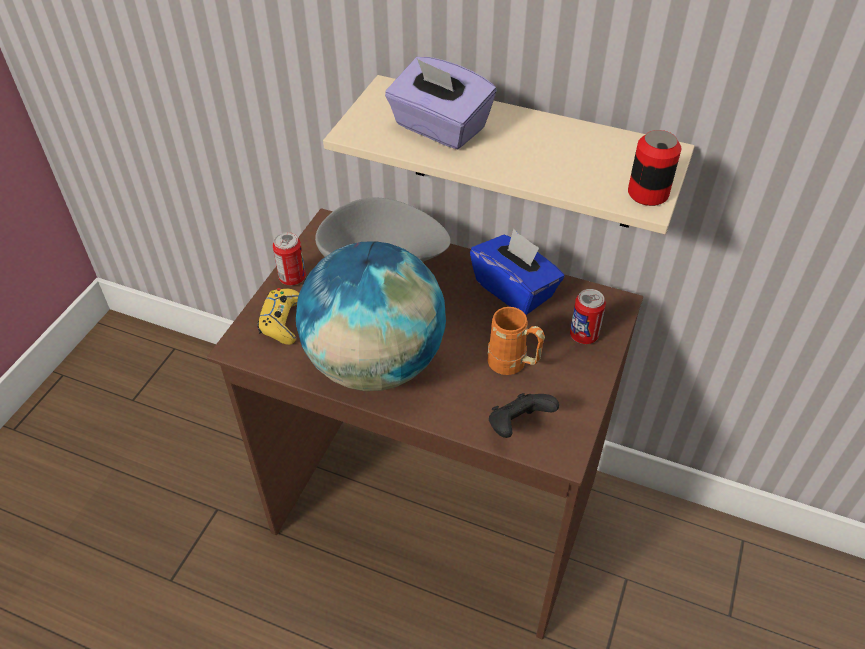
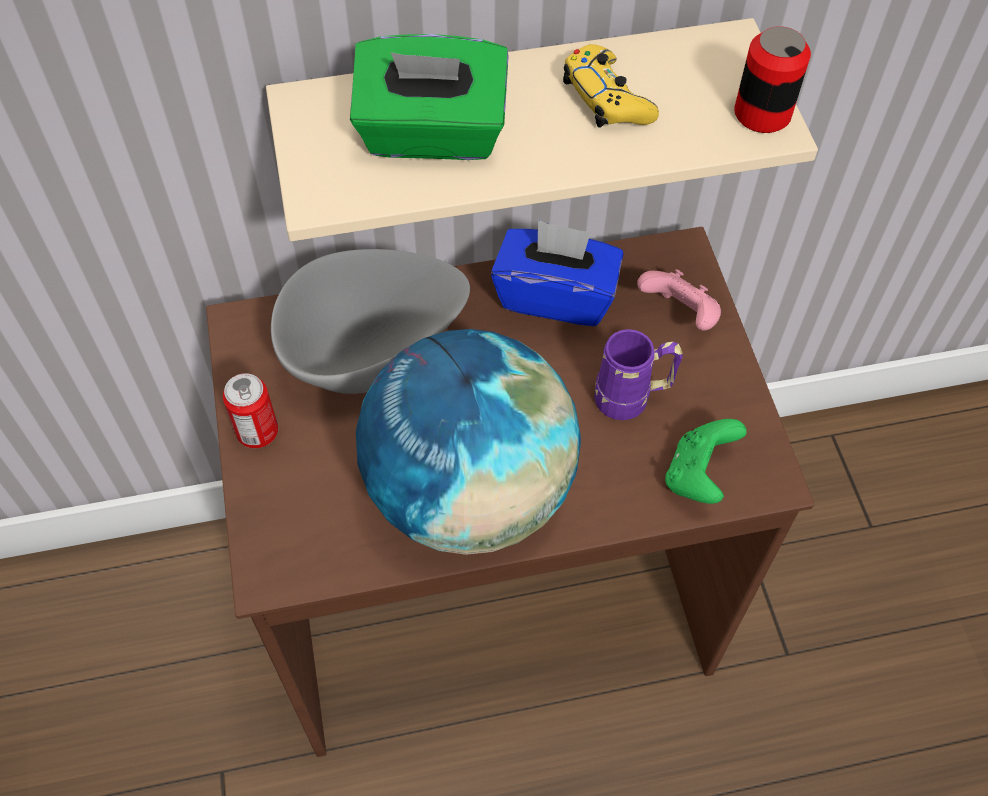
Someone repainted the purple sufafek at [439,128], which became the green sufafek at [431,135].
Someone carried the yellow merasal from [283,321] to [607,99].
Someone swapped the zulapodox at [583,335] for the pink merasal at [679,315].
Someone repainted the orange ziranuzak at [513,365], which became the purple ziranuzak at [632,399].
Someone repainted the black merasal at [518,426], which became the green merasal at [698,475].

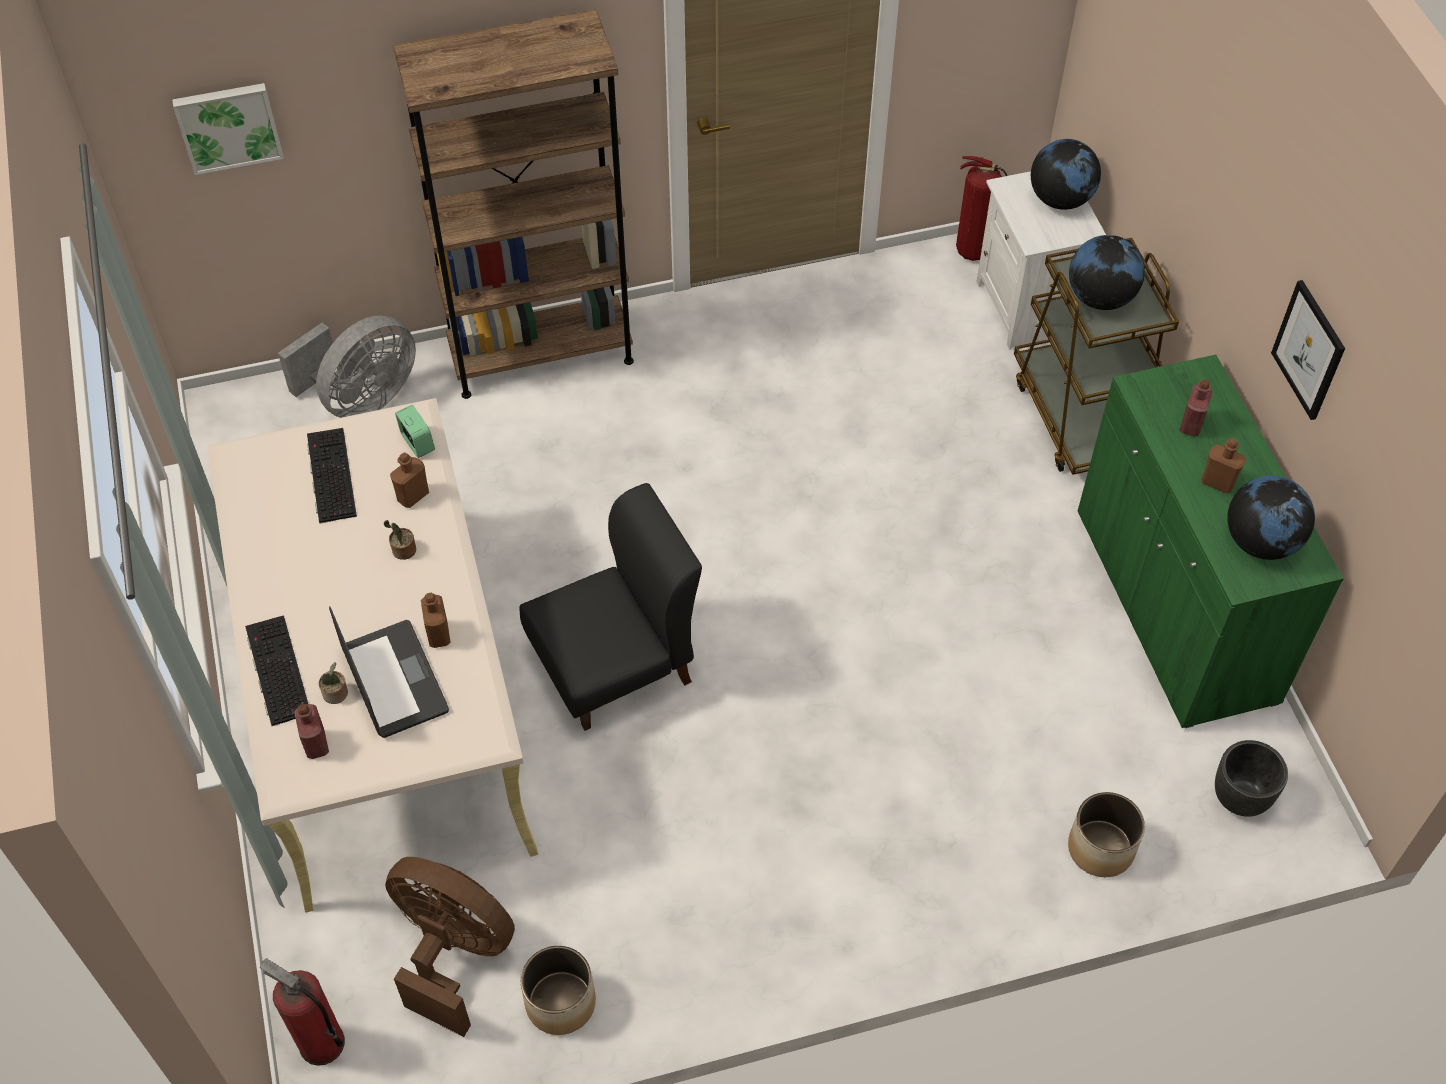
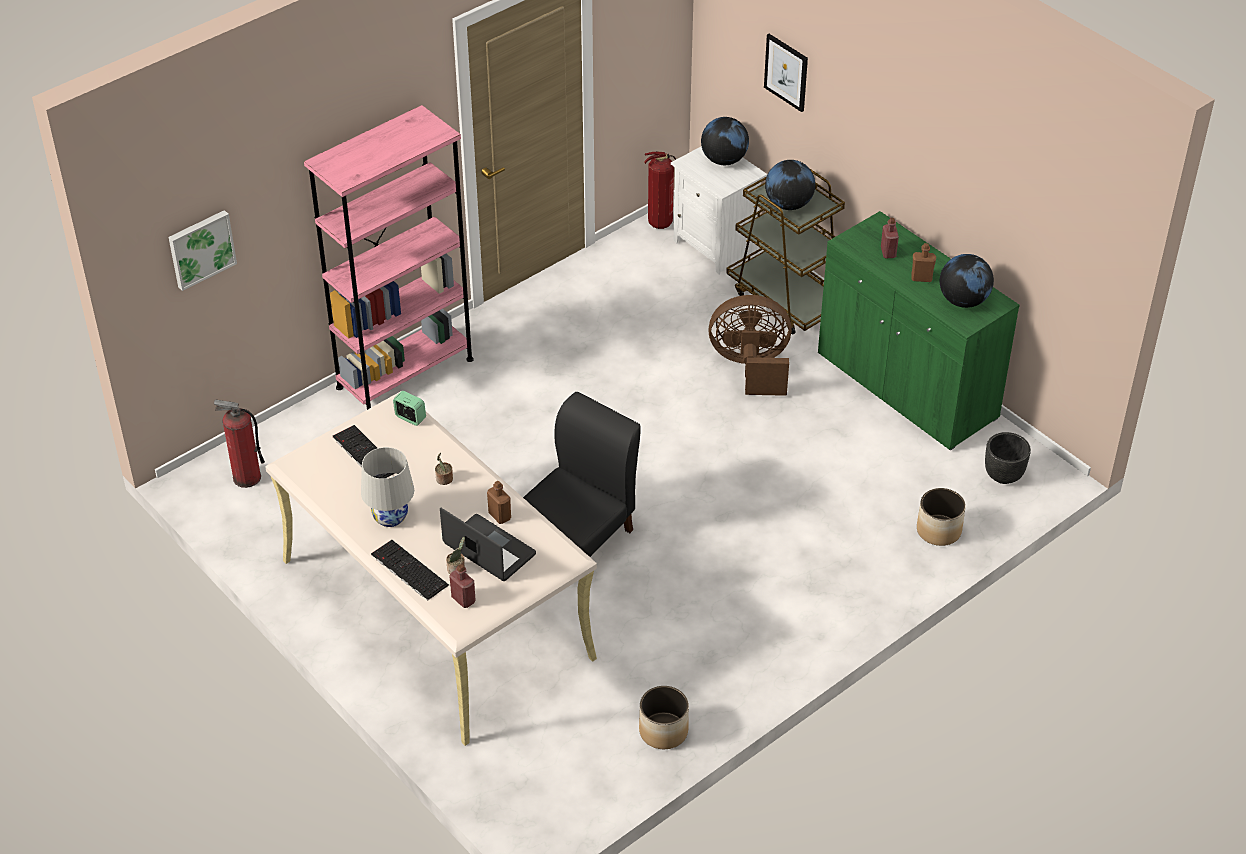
Someone repainted the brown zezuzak at [541,352], which became the pink zezuzak at [405,373].
Someone carried the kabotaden from [1309,350] to [786,72].
Someone took away the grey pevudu at [362,399].
Someone took away the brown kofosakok at [413,496].
Someone carried the brown pevudu from [452,953] to [751,367].
Someone carried the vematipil from [321,1043] to [246,477].
Someone put down the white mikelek at [390,517].

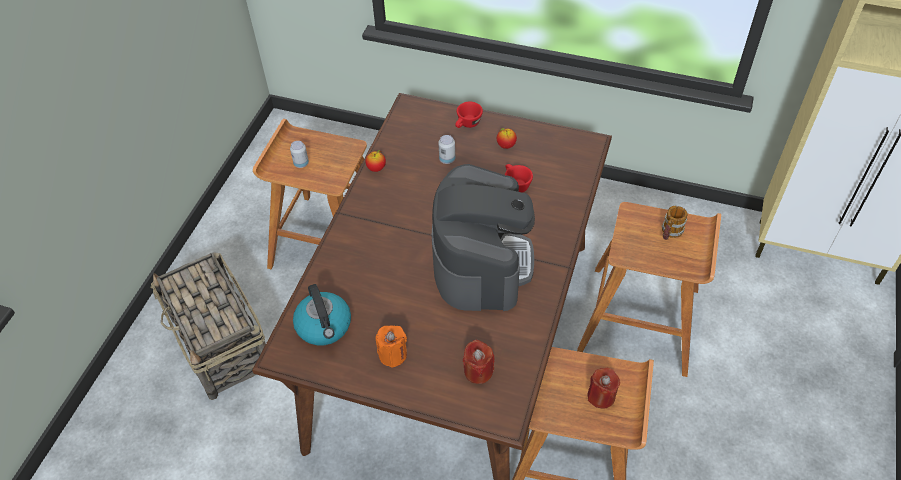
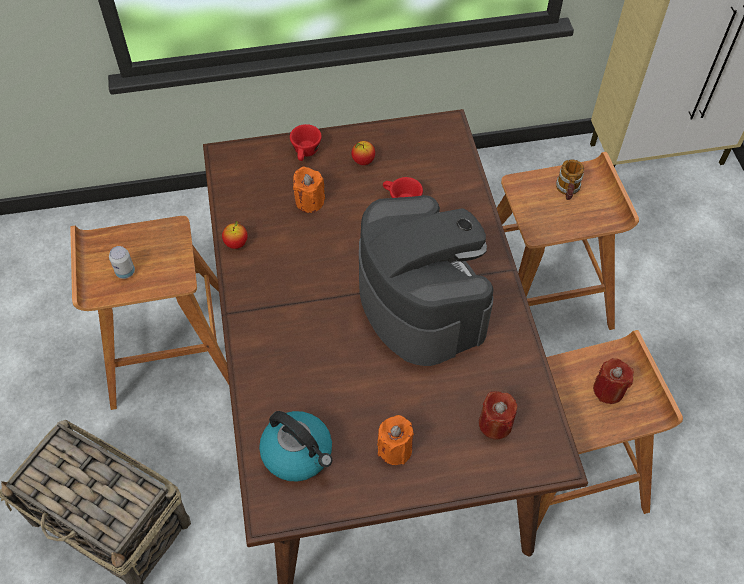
Someone swapped the zulapodox at [447,159] for the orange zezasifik at [309,201].

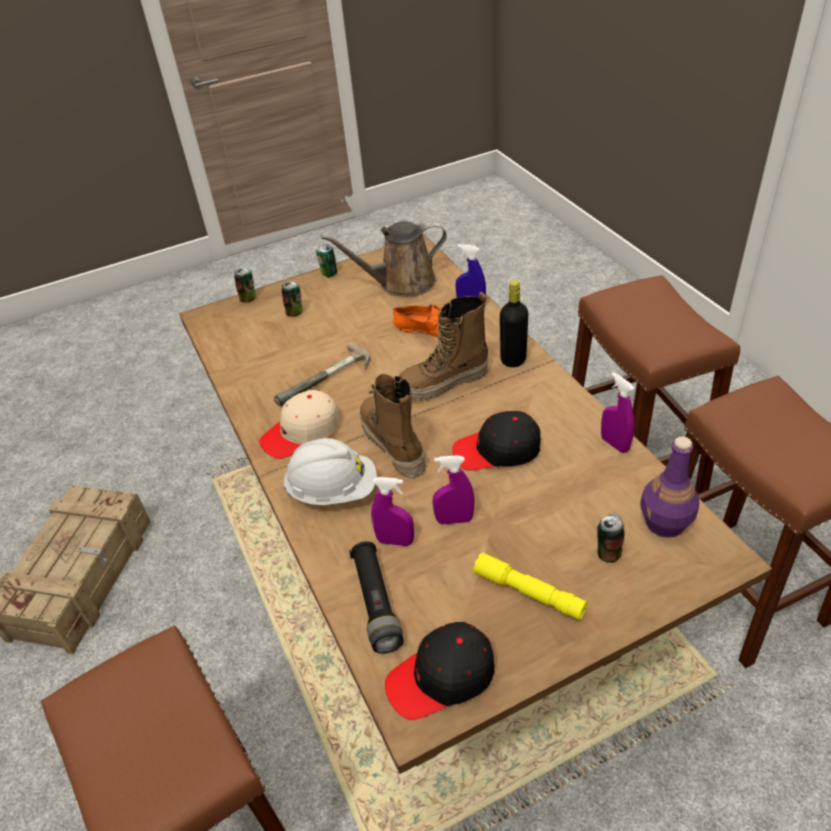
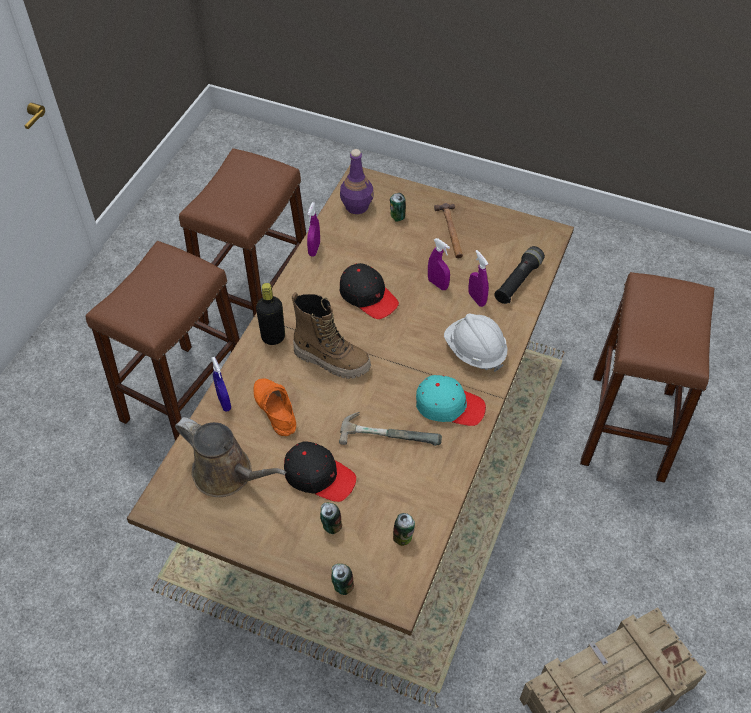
Someone carried the zulapodox from [329,274] to [403,537].
Someone took away the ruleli at [392,445].
Someone repainted the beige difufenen at [301,432], which became the turquoise difufenen at [449,405].
Someone swapped the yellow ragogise at [529,592] for the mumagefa at [450,232].
Someone carried the black difufenen from [441,677] to [319,476].

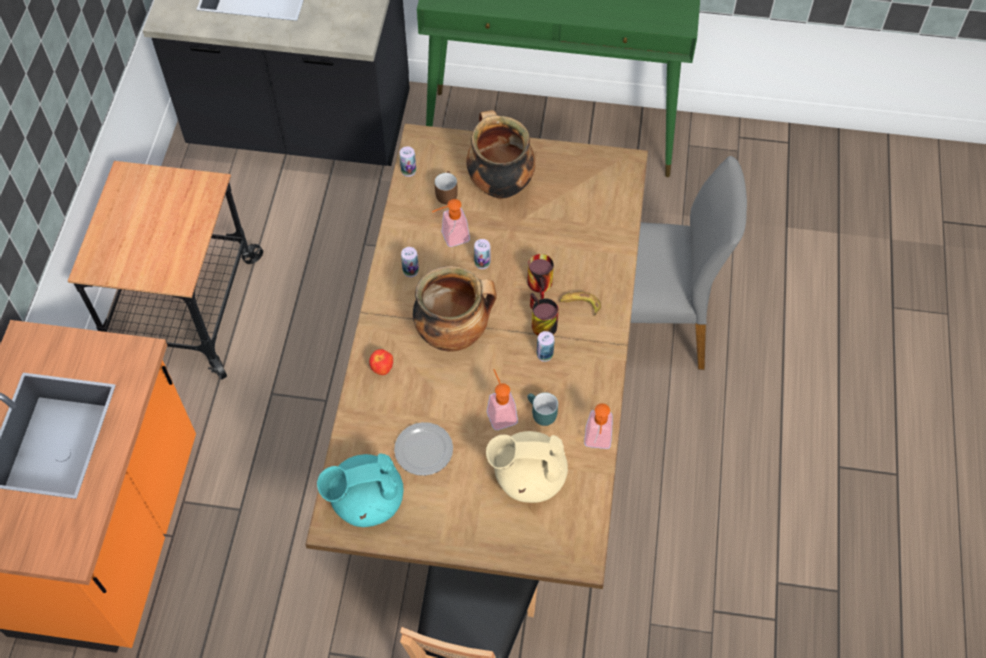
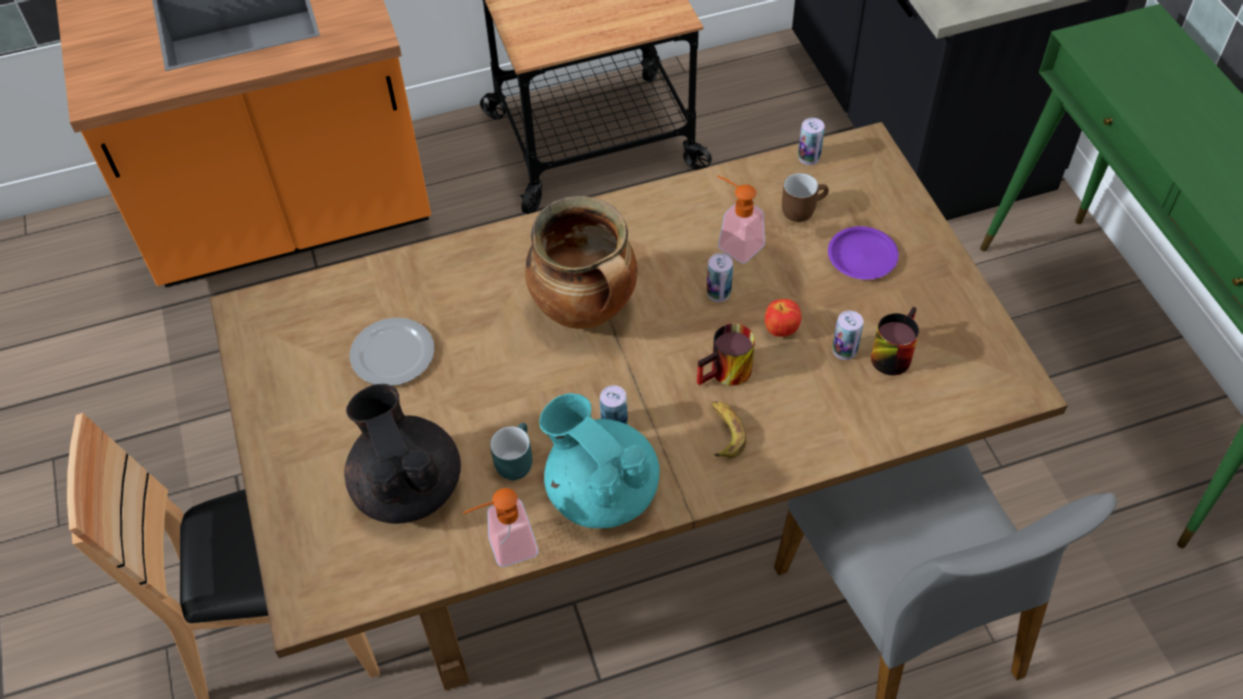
Someone swapped the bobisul at [499,184] for the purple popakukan at [862,256].
Someone carried the zulapodox from [410,271] to [844,350].
Someone carried the ziranuzak from [539,323] to [890,352].
Someone carried the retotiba from [382,369] to [781,331].
Someone took away the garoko at [500,412].
Someone repainted the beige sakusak at [528,477], which became the black sakusak at [407,486].
Someone carried the turquoise sakusak from [366,501] to [601,491].

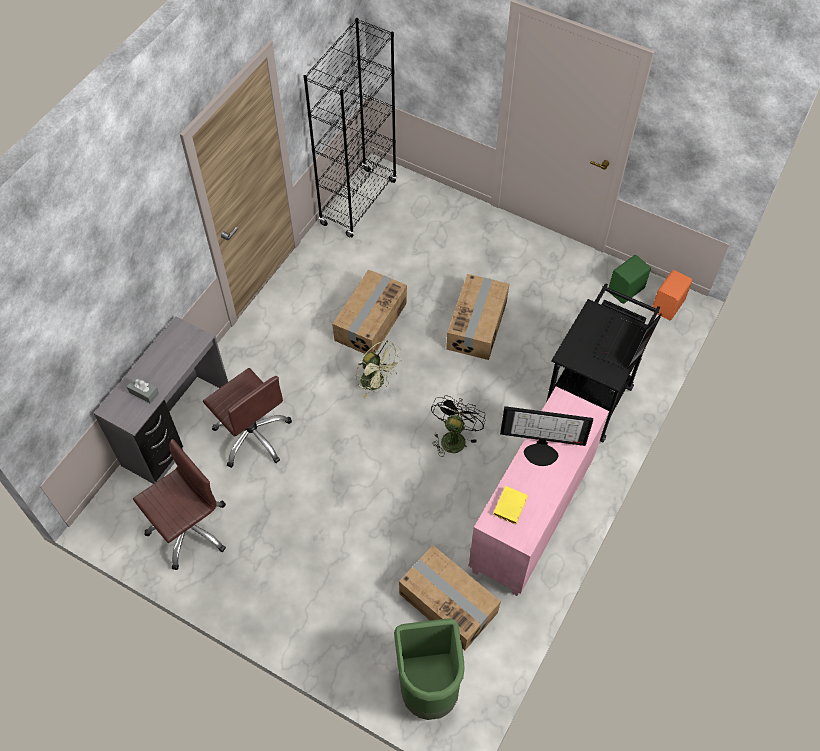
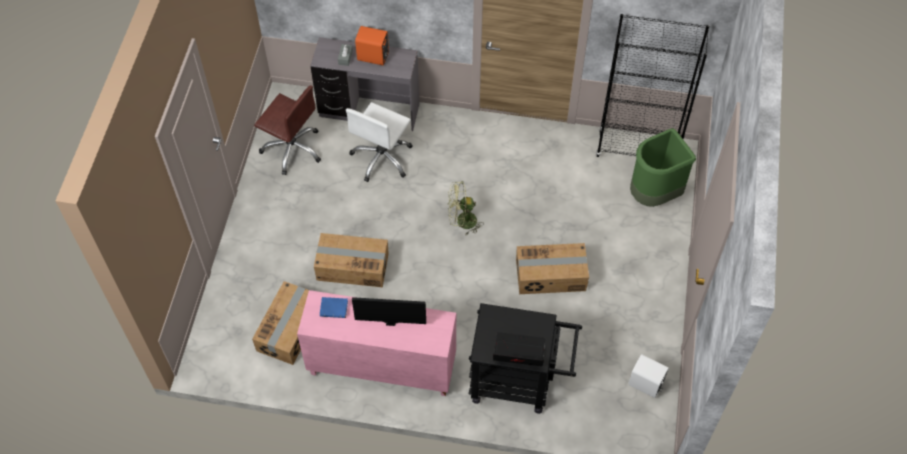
Someone repainted the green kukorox at [627,290], which became the white kukorox at [645,384].
Someone carried the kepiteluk from [370,321] to [352,266].
Someone carried the orange kukorox from [668,306] to [373,57].
Someone rotated the green pevudu at [377,383] by 60 degrees clockwise.
Someone repainted the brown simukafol at [253,435], which became the white simukafol at [382,158].
Someone took away the black pevudu at [454,437].
Someone rotated the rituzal at [541,451] by 105 degrees clockwise.
Someone repainted the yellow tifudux at [509,505], which became the blue tifudux at [335,308].
Someone carried the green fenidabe from [429,686] to [654,195].

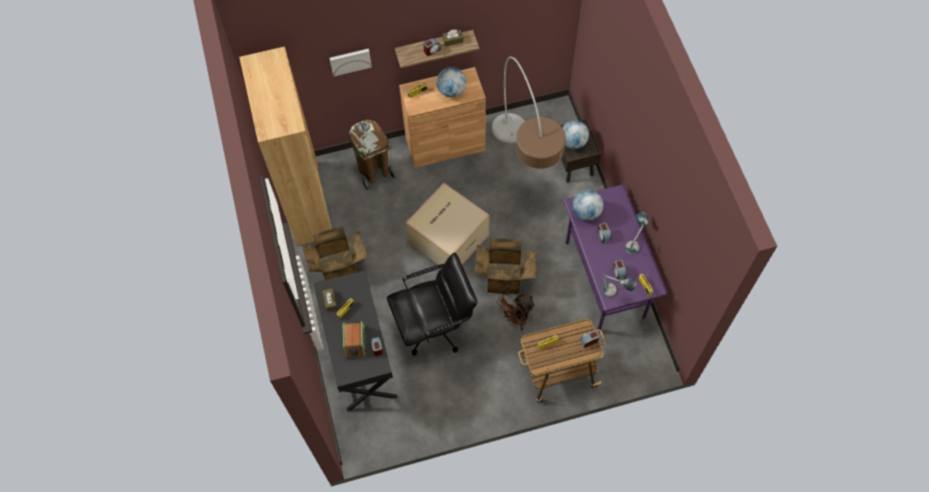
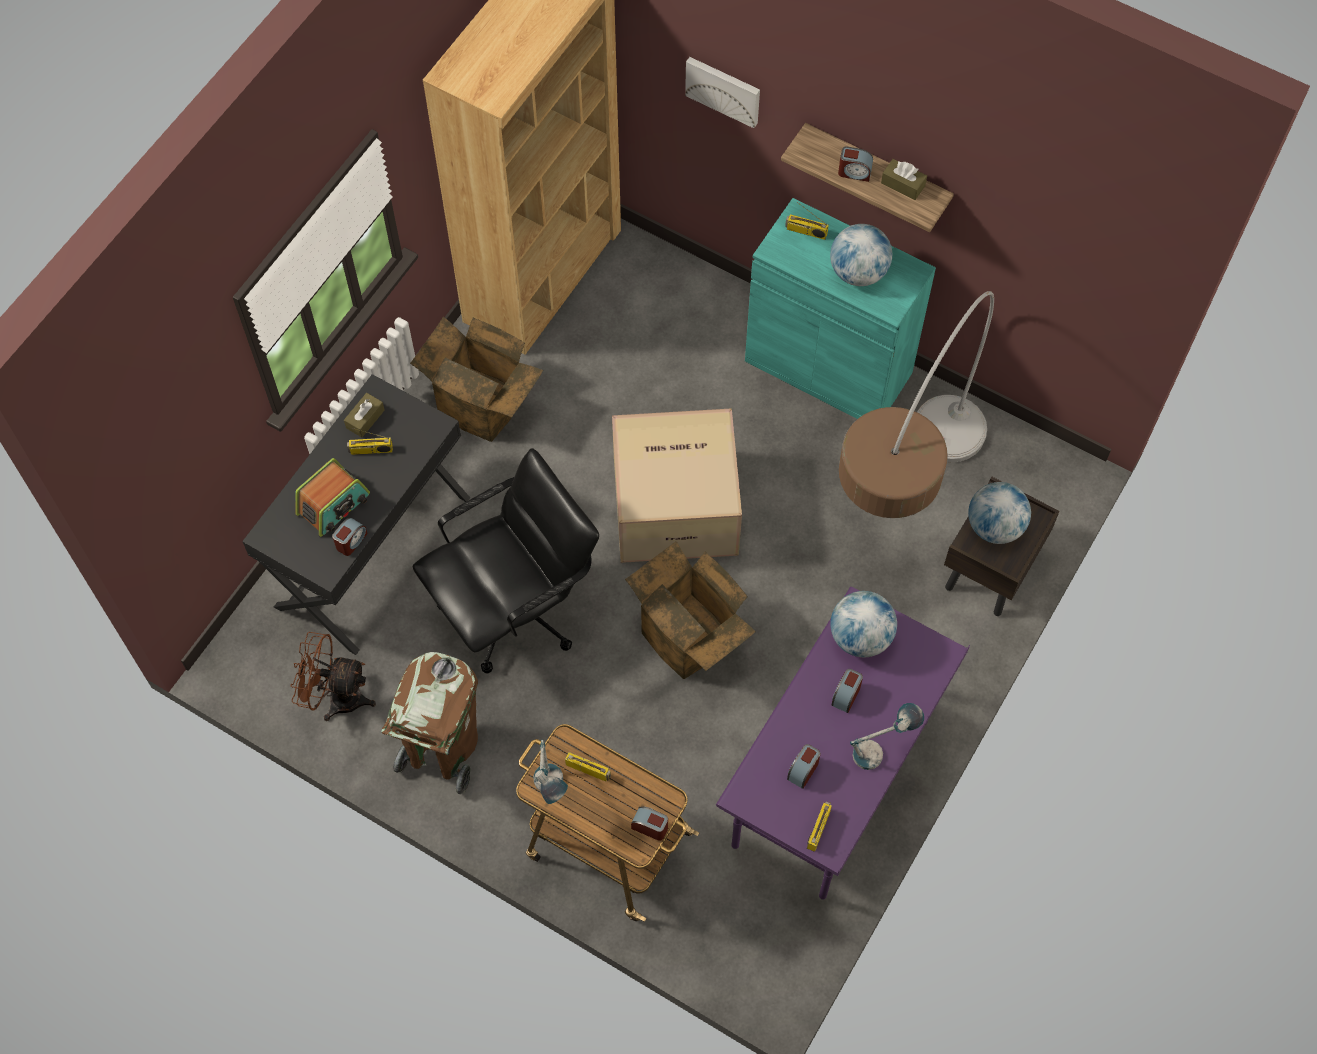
Someone repainted the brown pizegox at [445,144], which became the turquoise pizegox at [828,367].
Someone carried the brown fenidabe from [374,172] to [443,751].
Someone rotated the black simukafol at [435,326] by 60 degrees counterclockwise.
Someone carried the mikelek from [614,293] to [551,791].
Someone carried the brown pevudu from [516,319] to [337,697].

